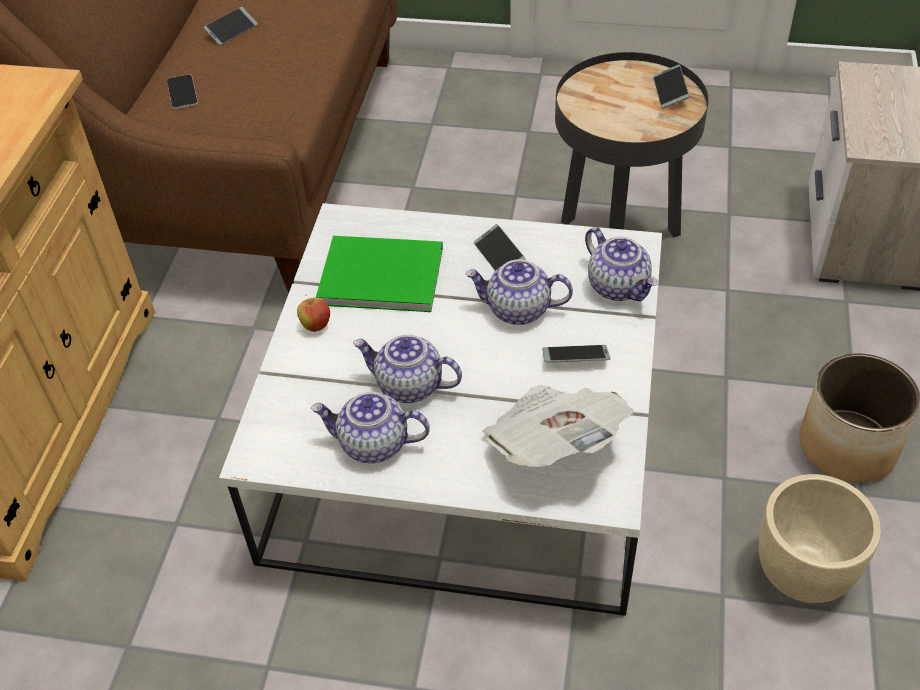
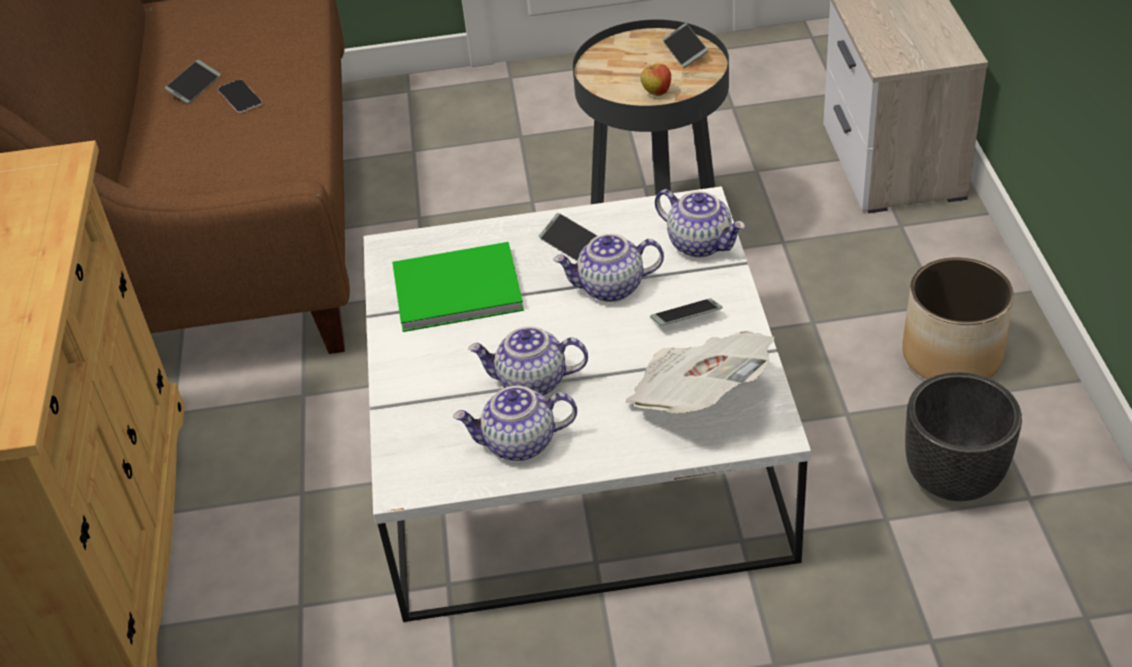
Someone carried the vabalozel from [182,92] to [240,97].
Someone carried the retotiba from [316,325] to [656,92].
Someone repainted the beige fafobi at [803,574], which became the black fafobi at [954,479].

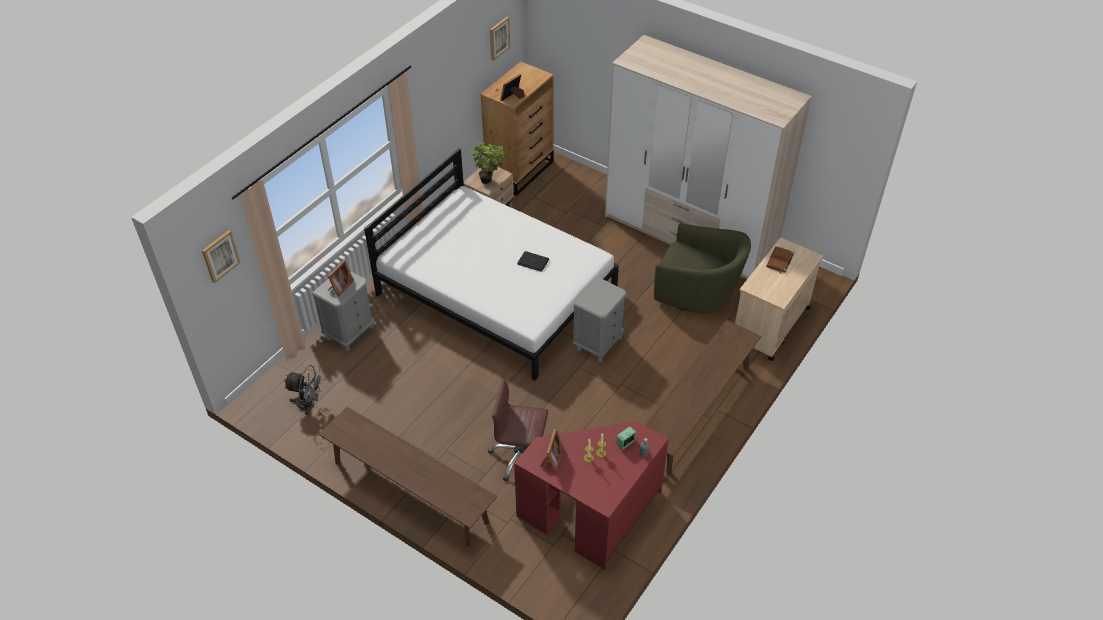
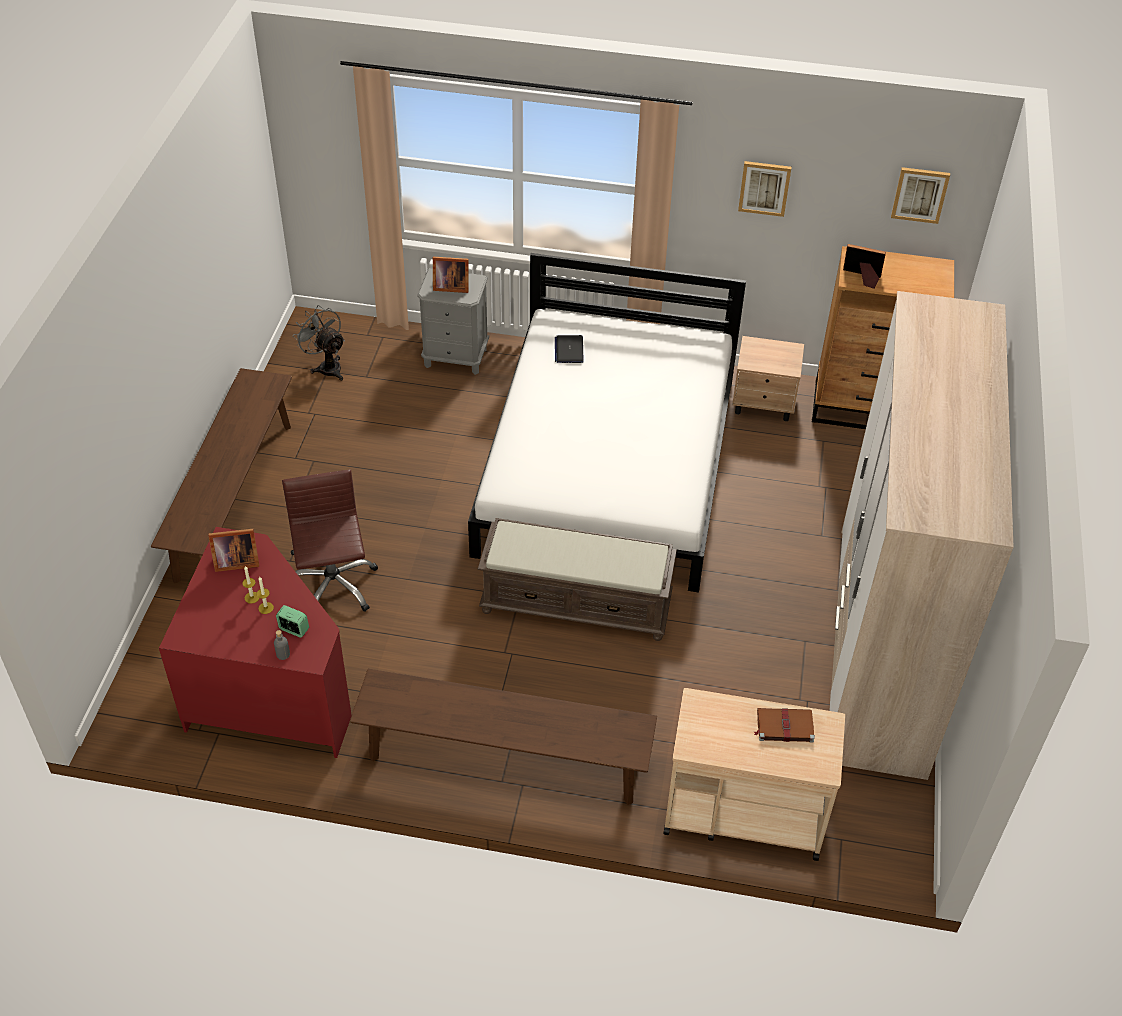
Someone took away the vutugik at [489,180].
Someone took away the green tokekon at [696,294].
Someone carried the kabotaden from [220,256] to [764,188].
Someone carried the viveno from [533,262] to [569,350].
Someone swapped the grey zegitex at [598,343] for the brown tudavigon at [577,604].
Someone rotated the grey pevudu at [309,404] by 150 degrees clockwise.

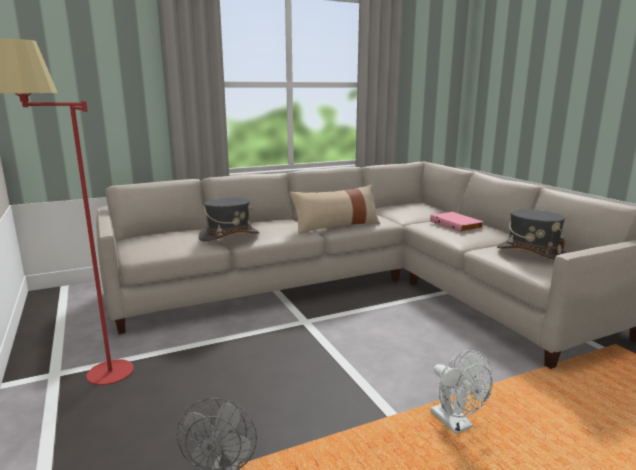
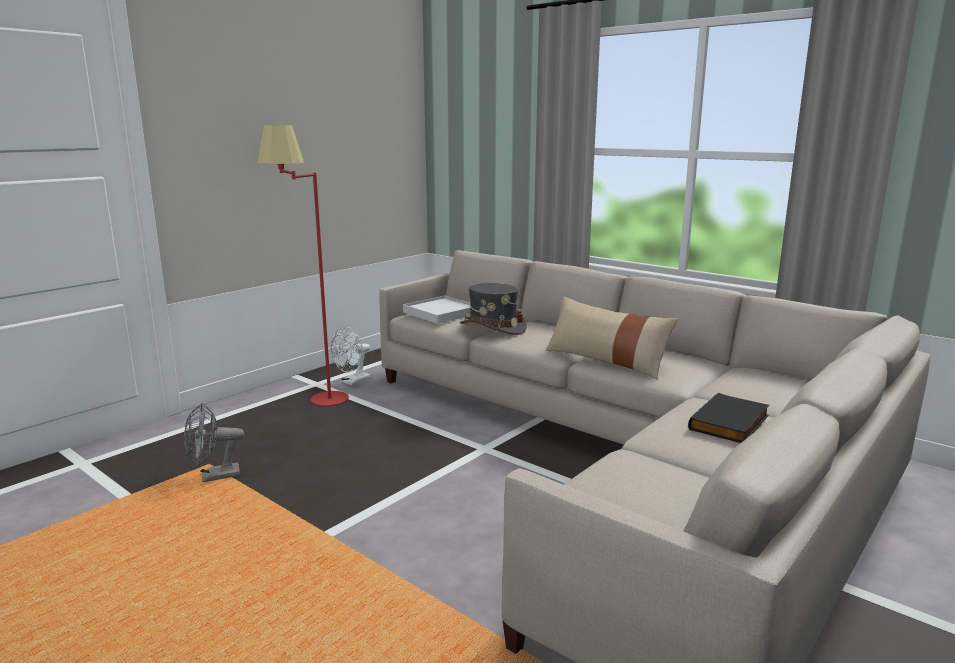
Someone took away the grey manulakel at [531,253].
Someone repainted the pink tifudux at [457,225], which became the black tifudux at [730,423].
Someone carried the white pevudu from [456,424] to [352,381].
Someone put down the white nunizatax at [441,313].

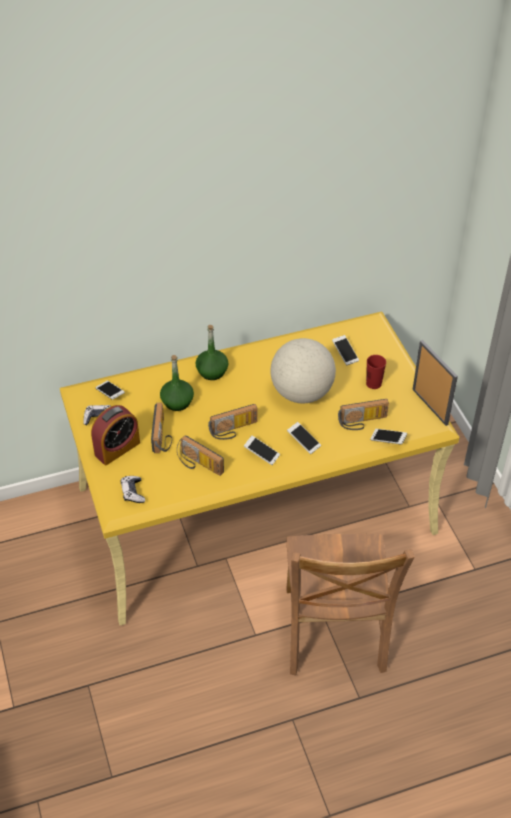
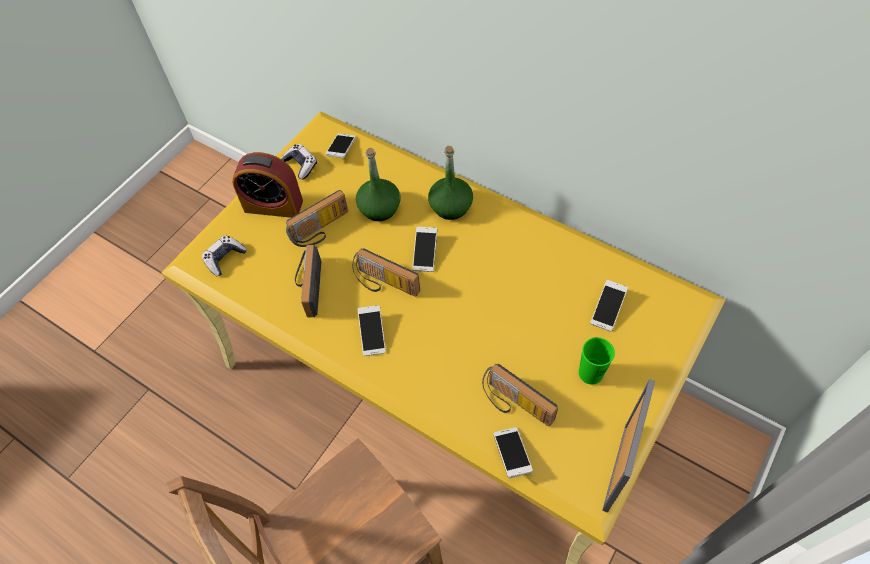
Someone took away the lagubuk at [302,393].
Someone repainted the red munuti at [373,383], which became the green munuti at [590,373].
Someone carried the vabalozel from [303,441] to [425,253].

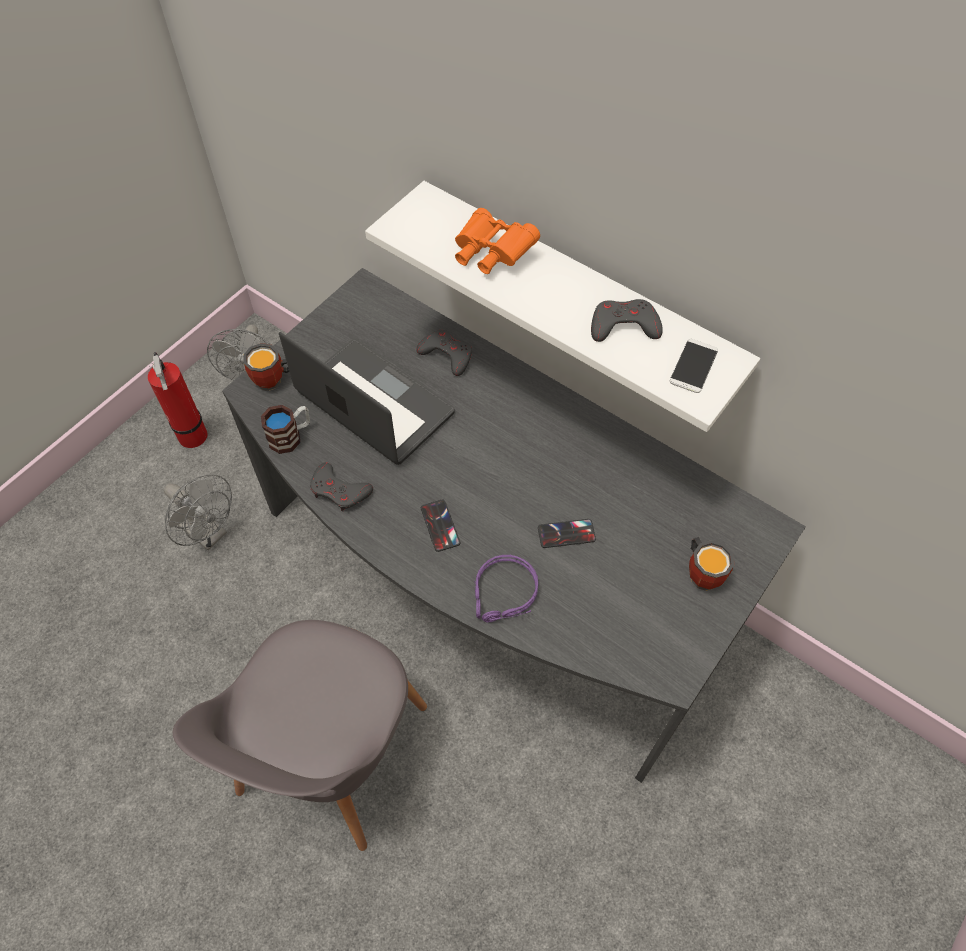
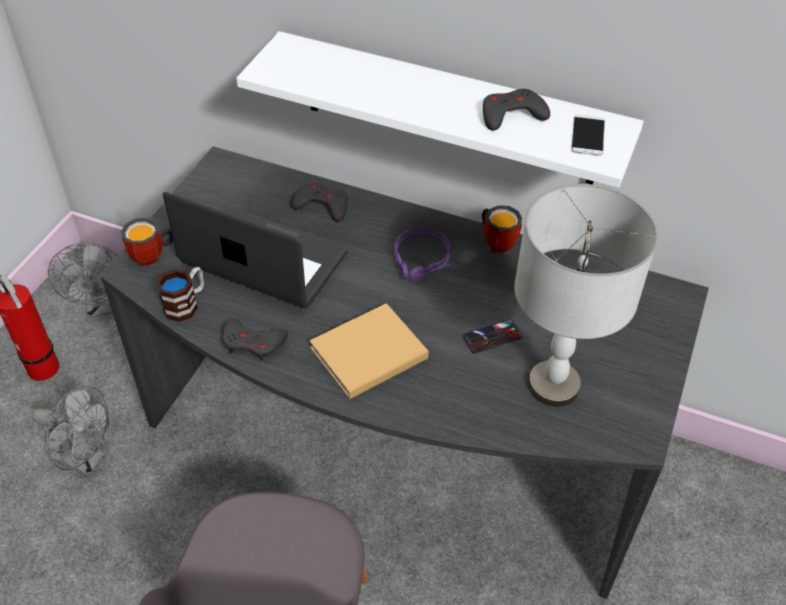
Someone took away the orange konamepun at [491,254].
Someone swapped the vabalozel at [440,525] for the beige tifudux at [365,354].
Someone carried the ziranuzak from [703,572] to [498,242].
Someone carried the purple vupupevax from [504,595] to [421,260].
Someone put down the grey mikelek at [553,385].

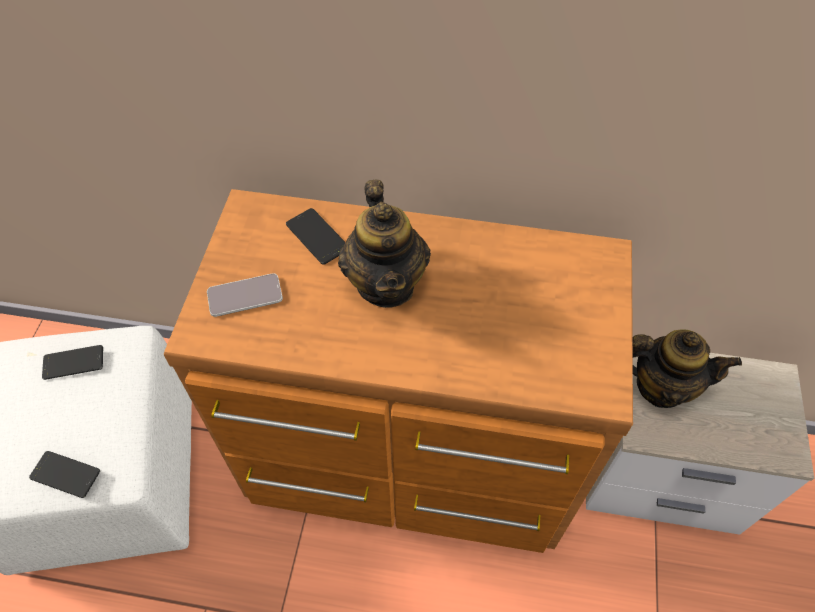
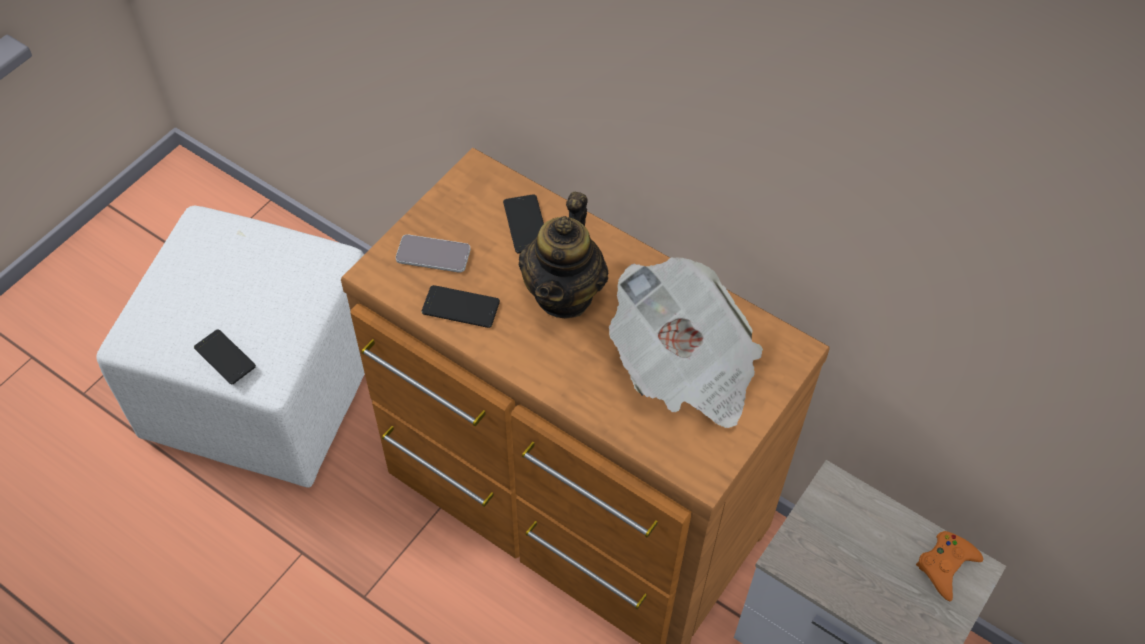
Someone took away the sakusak at [660,386].
Someone carried the vabalozel from [73,362] to [460,307].
Someone put down the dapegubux at [685,366].
Someone put down the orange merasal at [946,566].

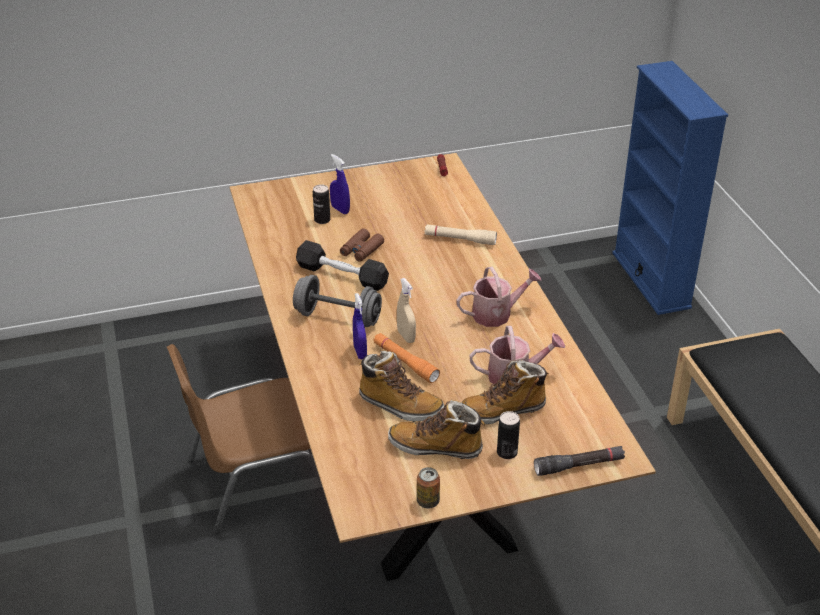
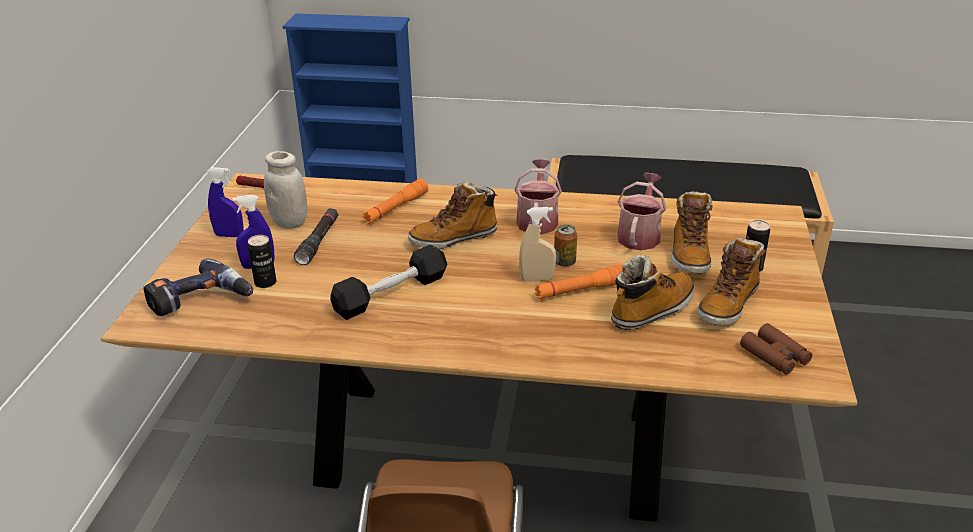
Someone repainted the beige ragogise at [460,239], which became the orange ragogise at [396,208].
Someone carried the brown konamepun from [361,250] to [775,356].
Someone took away the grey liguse at [338,317].
Someone carried the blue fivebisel from [360,352] to [229,235].
Someone carried the black ragogise from [579,466] to [318,242].
Someone carried the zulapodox from [428,501] to [564,262].
Someone put down the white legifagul at [290,223].
Someone put down the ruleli at [454,238].
Someone put down the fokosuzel at [201,303].

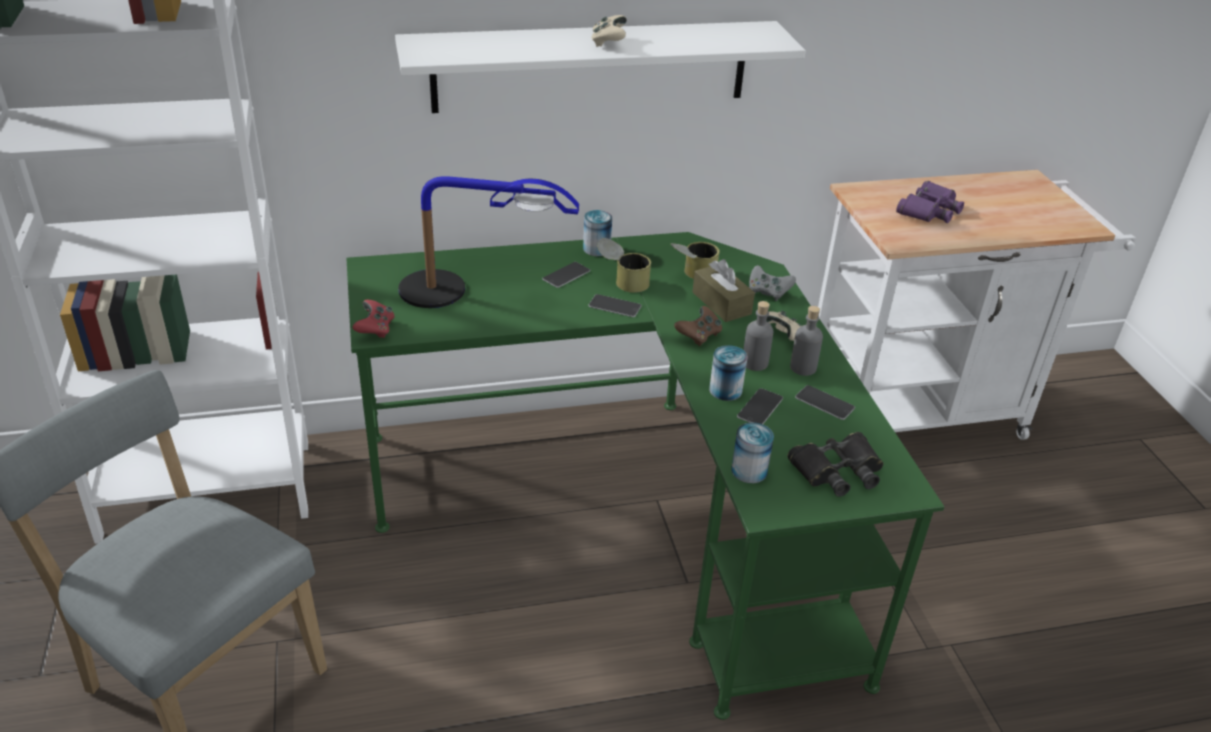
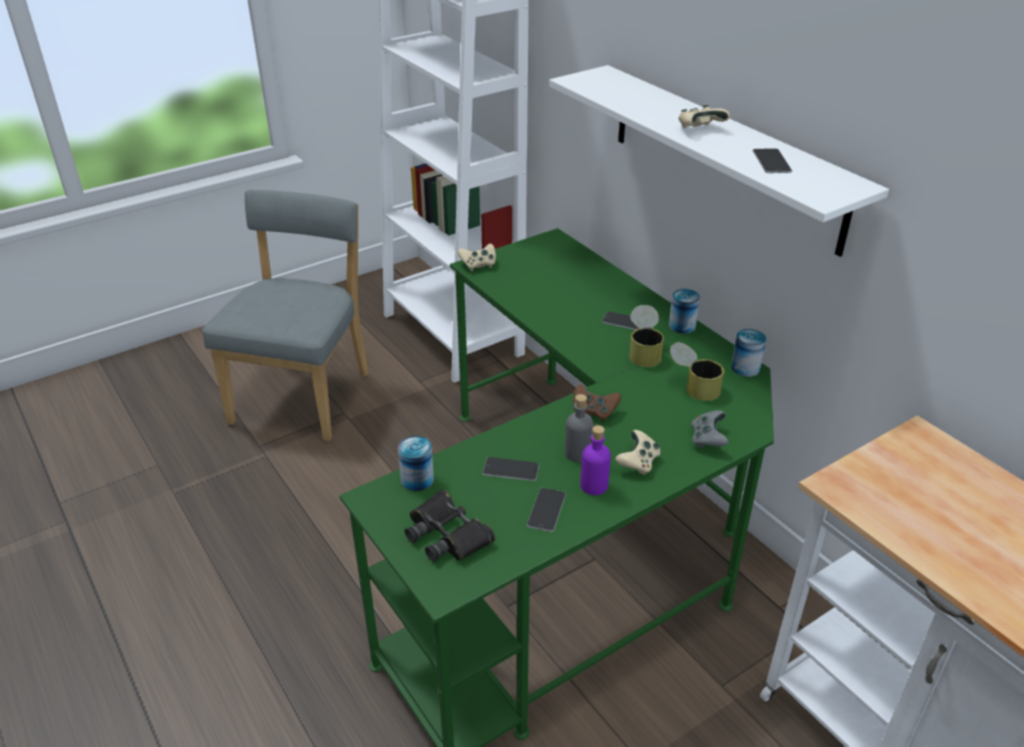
Someone took away the mikelek at [468,293].
Someone took away the purple konamepun at [929,210].
Someone took away the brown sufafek at [721,303].
Someone carried the vabalozel from [614,306] to [771,161].
Someone repainted the red merasal at [375,329], which became the beige merasal at [478,265].
Someone repainted the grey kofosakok at [803,367], which became the purple kofosakok at [594,485].
Someone carried the zulapodox from [725,390] to [745,368].

